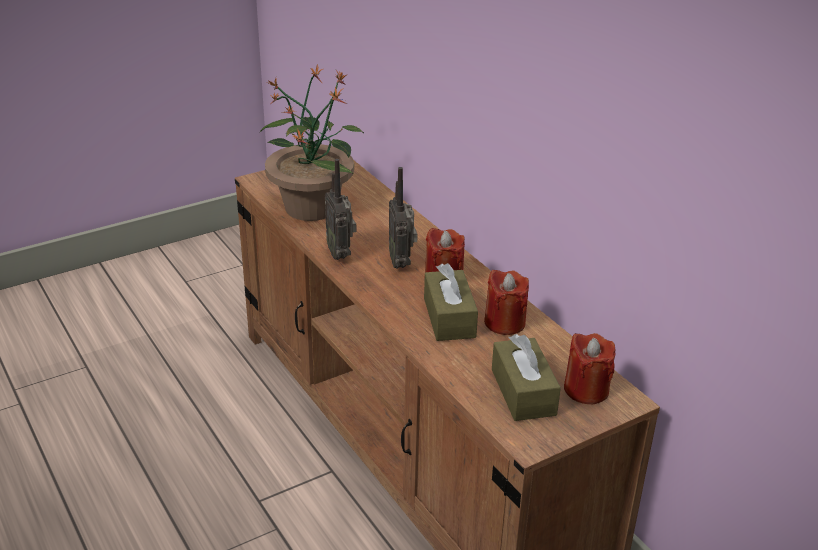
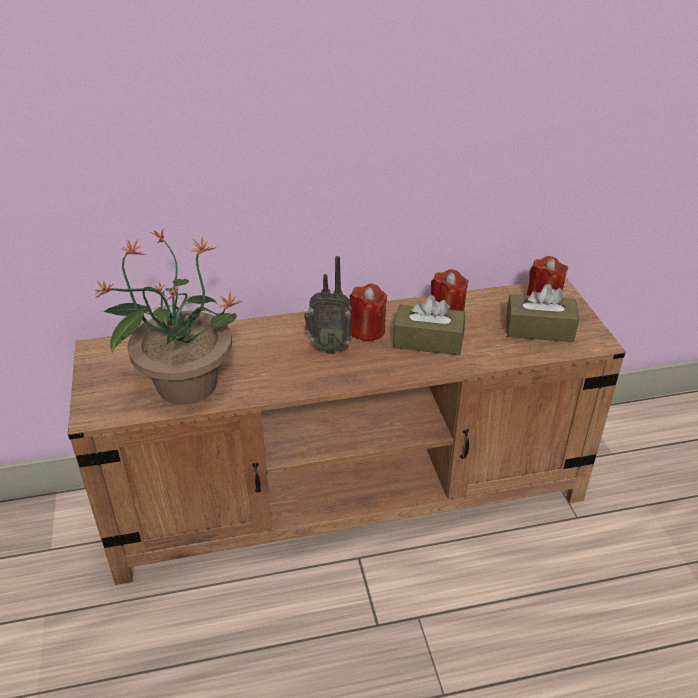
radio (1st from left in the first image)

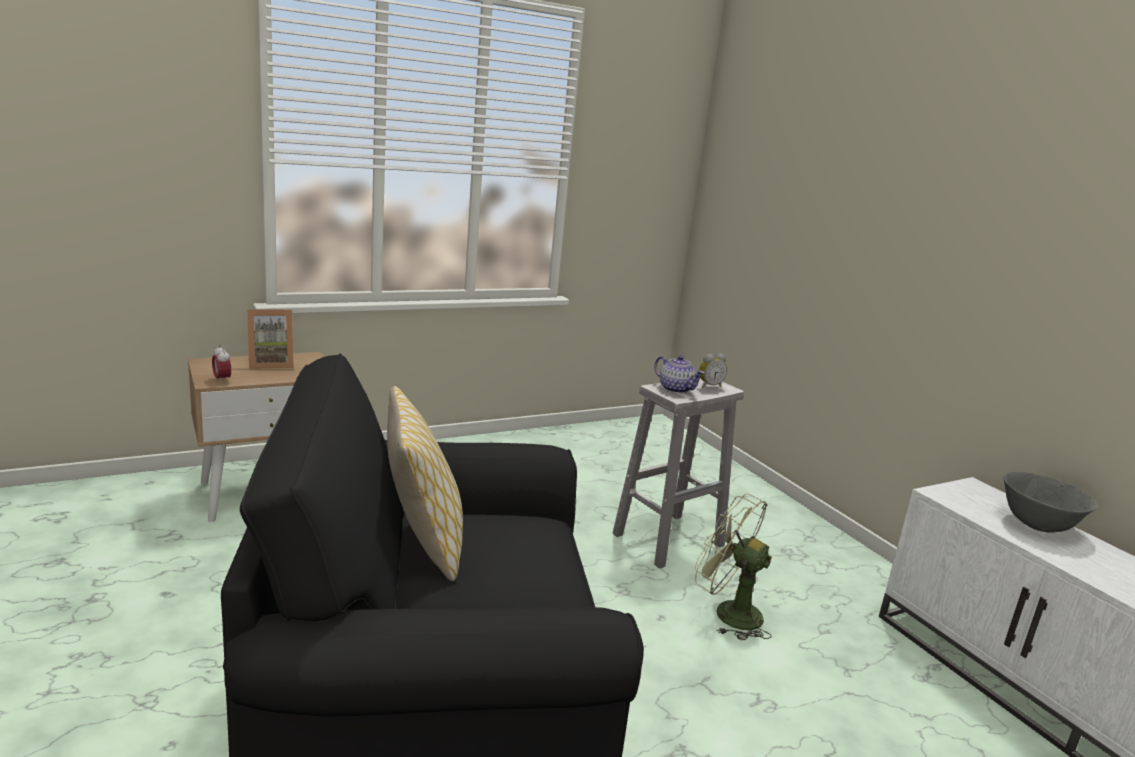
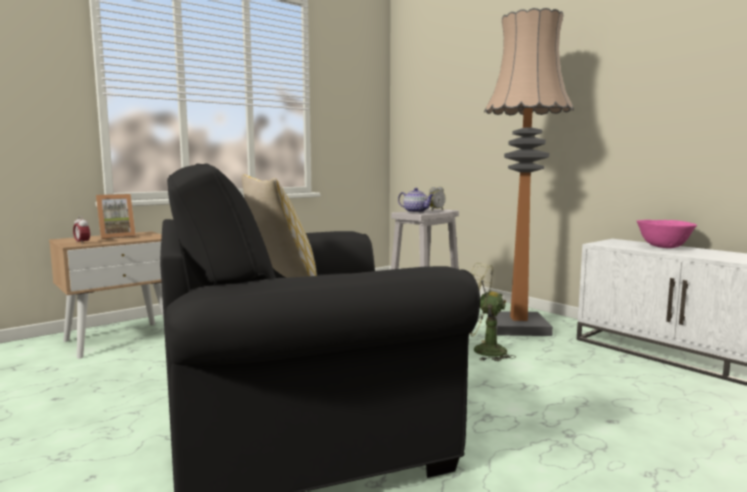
floor lamp
pink-coloured bowl

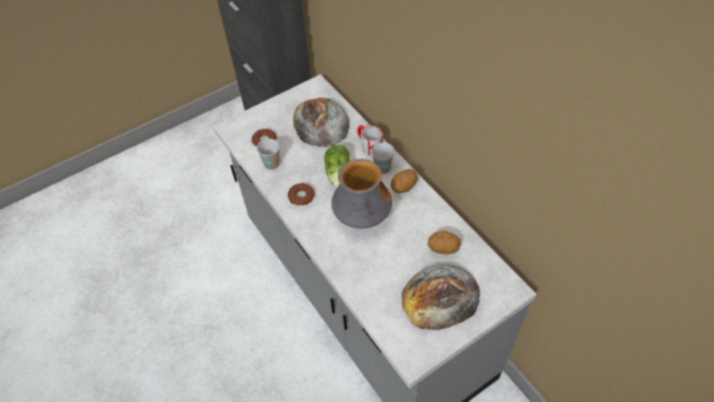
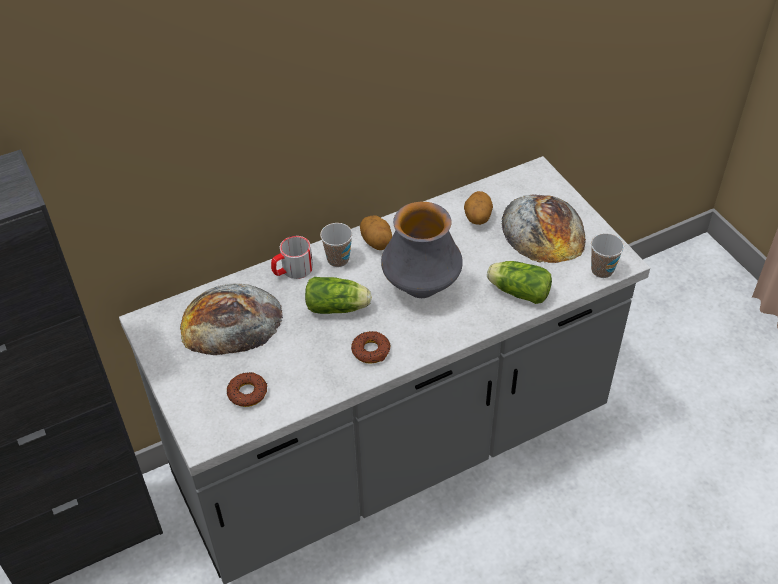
lettuce (2nd from left)
cup (2nd from left)

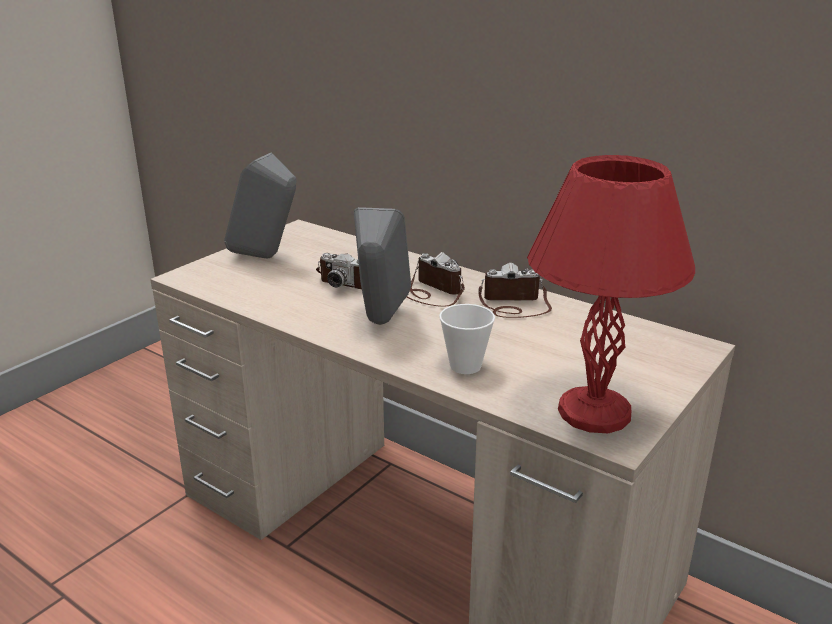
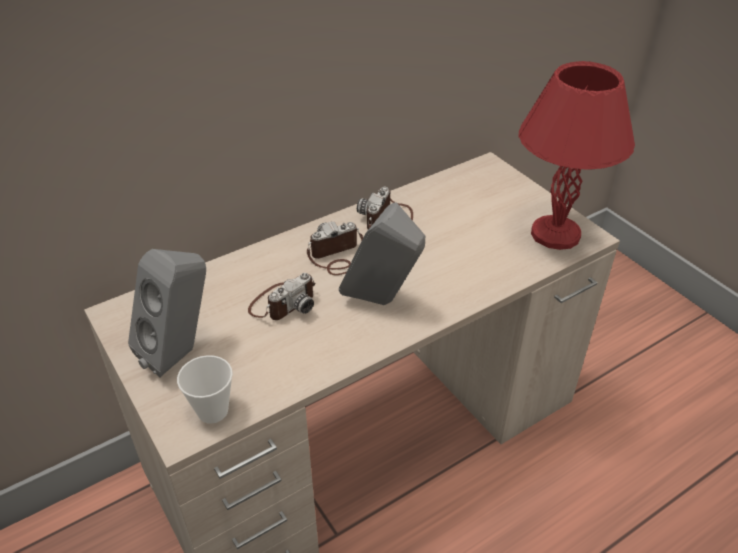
cup

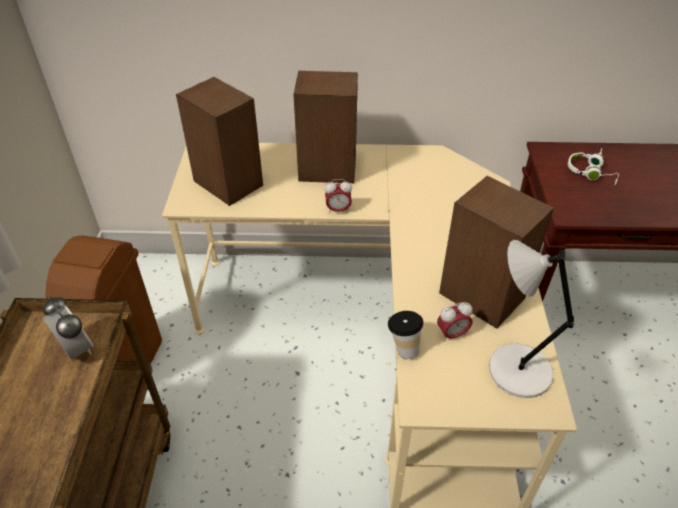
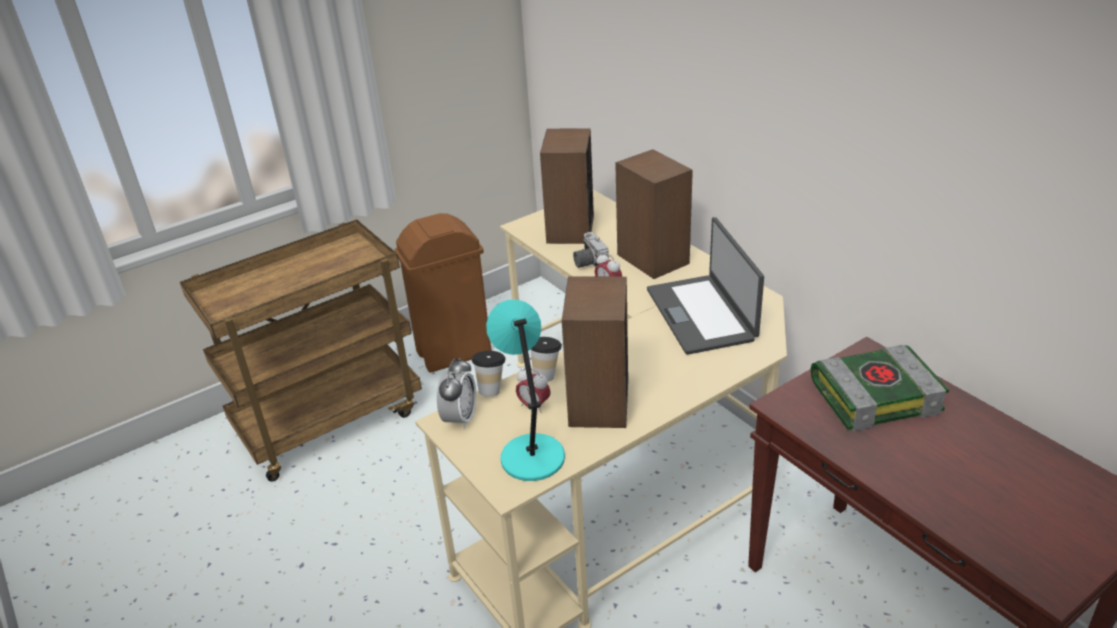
cup (2nd from left)
still camera
portable computer
alarm clock (1st from left)
volume
blue-green table lamp

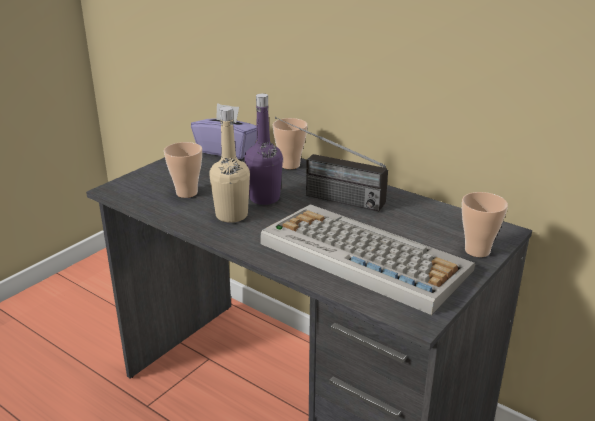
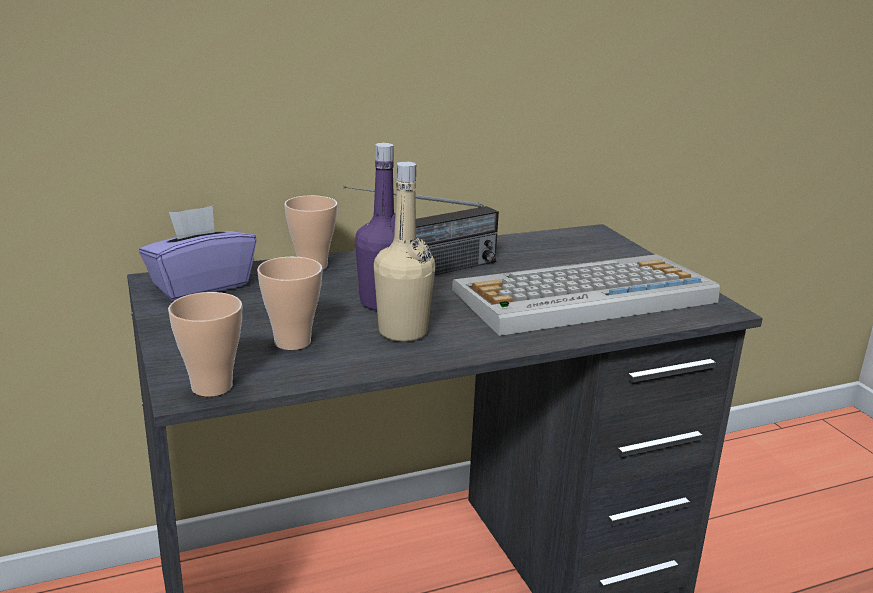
cup (1st from left)

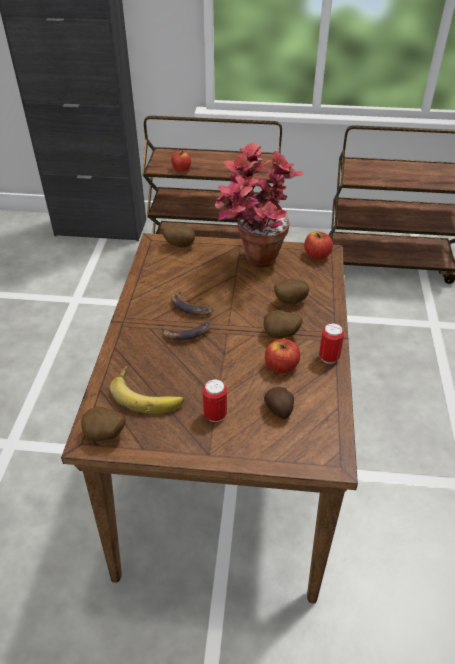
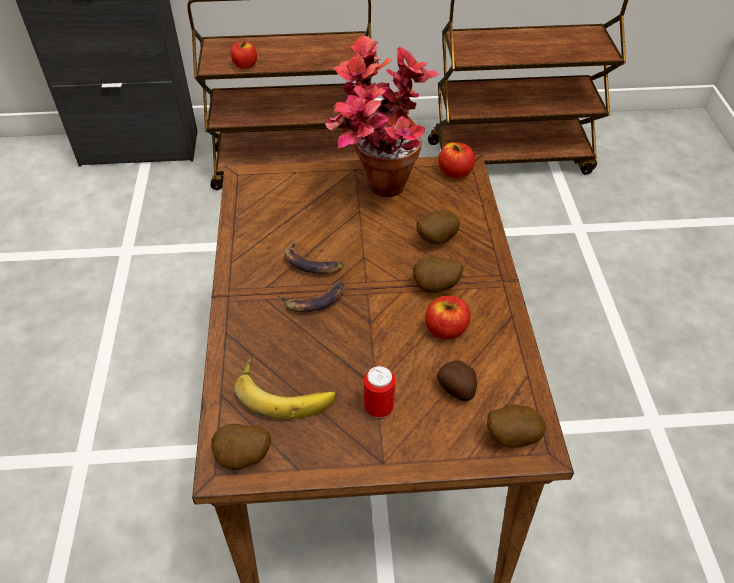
sealed can (2nd from left in the first image)
potato (5th from left)

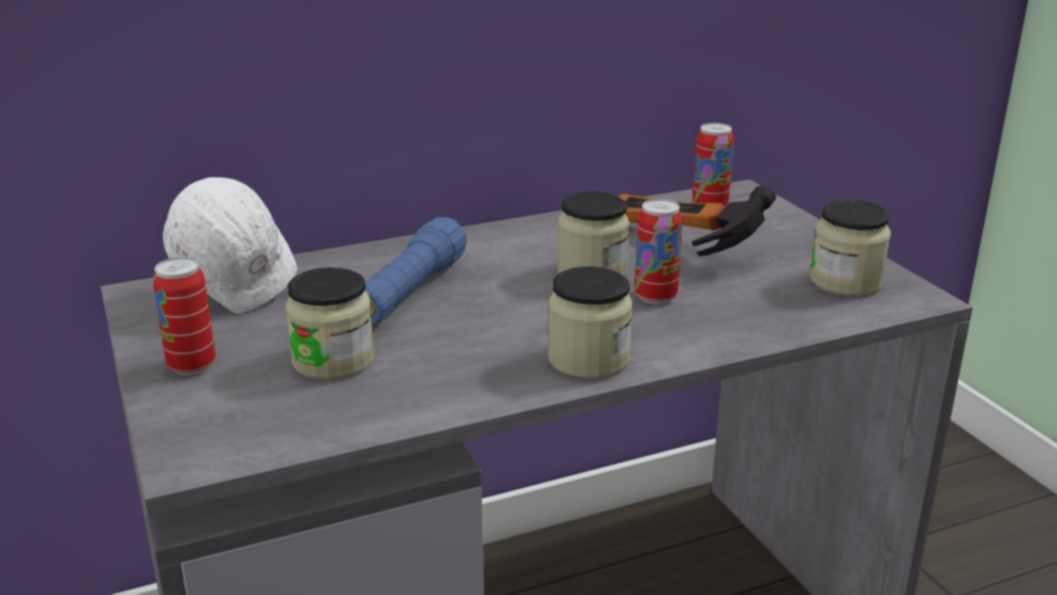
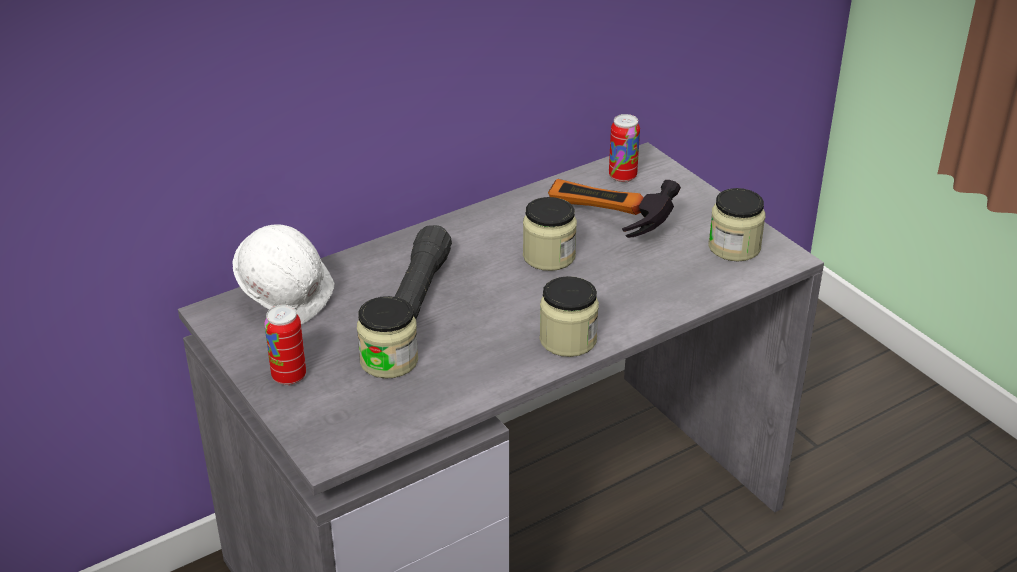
sealed can (2nd from left in the first image)
blackish hand torch

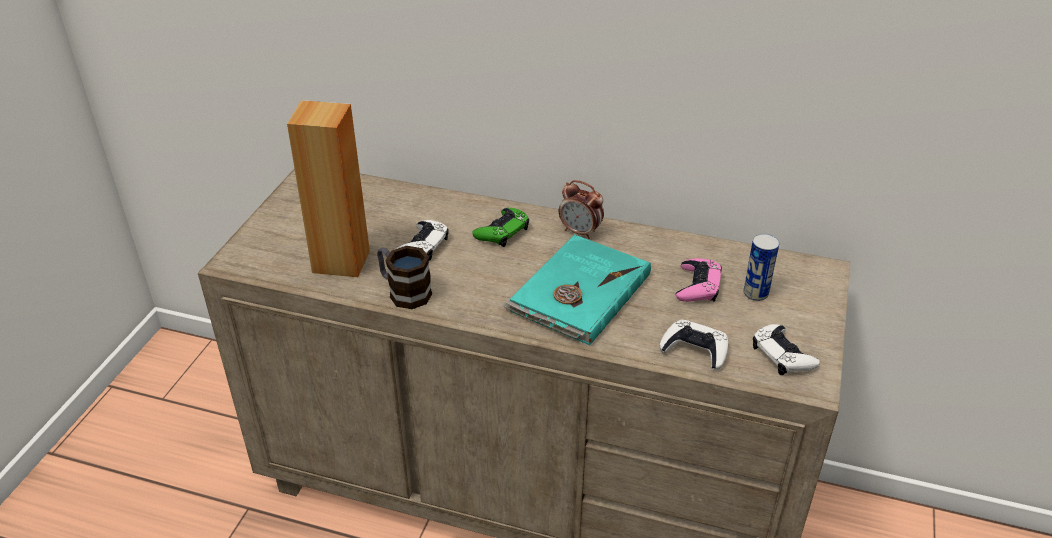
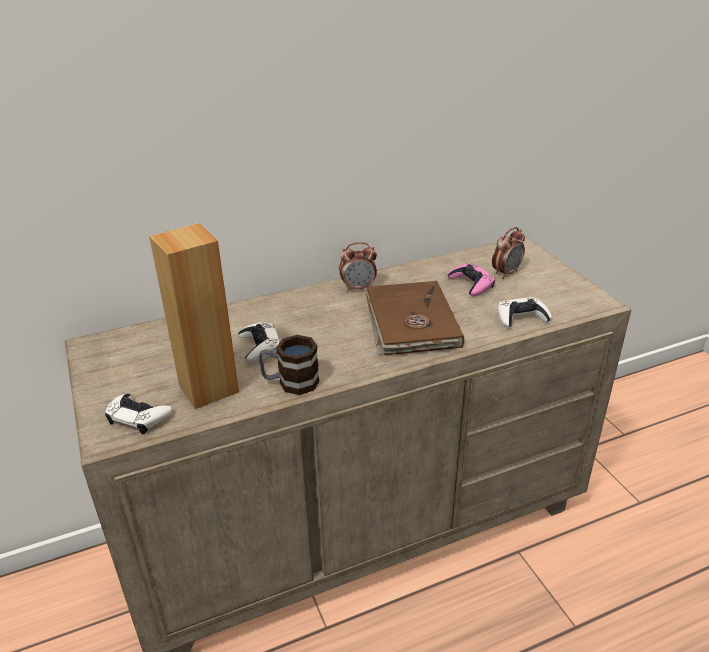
greenish joypad
white-coloured joypad (1st from left)
alarm clock (2nd from left)
brown-coloured volume

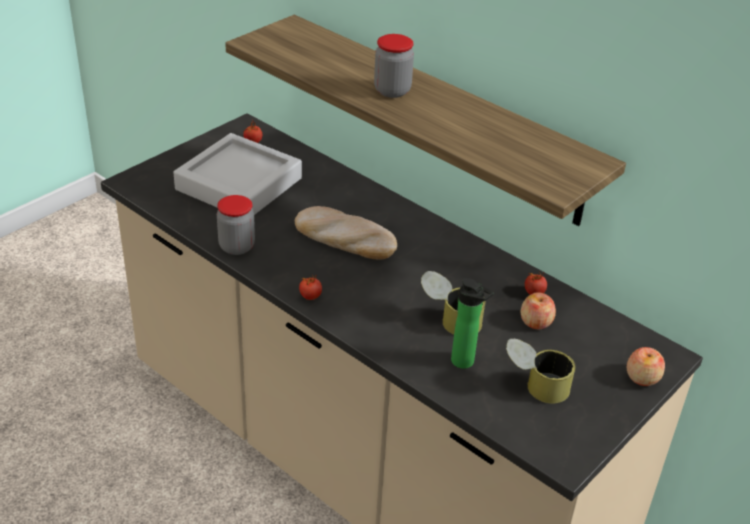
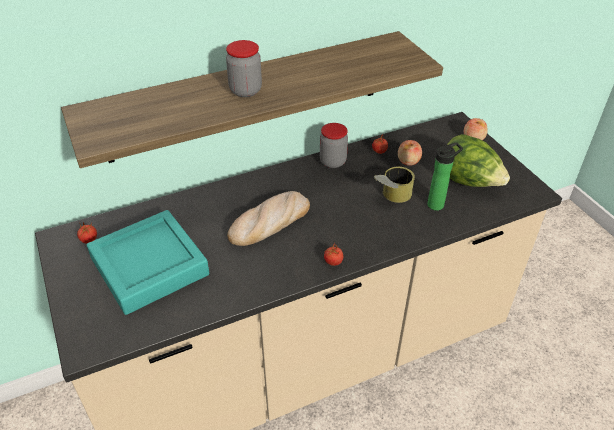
jar (2nd from left)
lettuce
blue-green tray

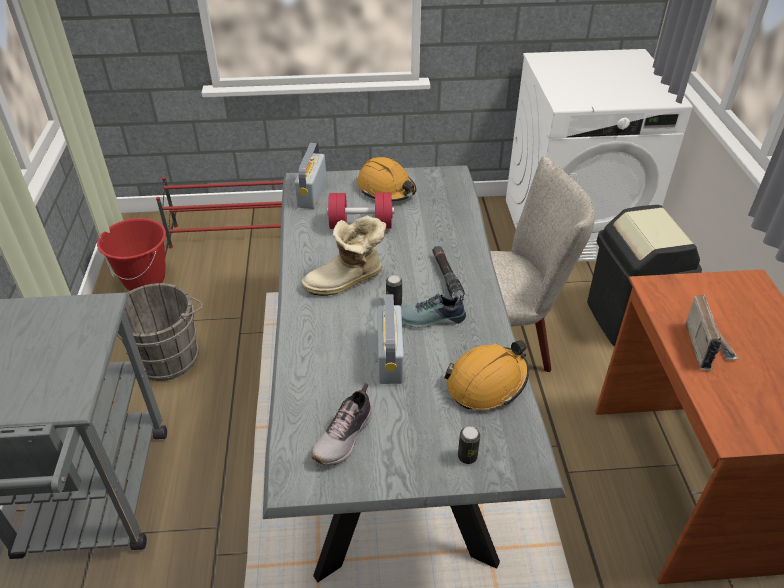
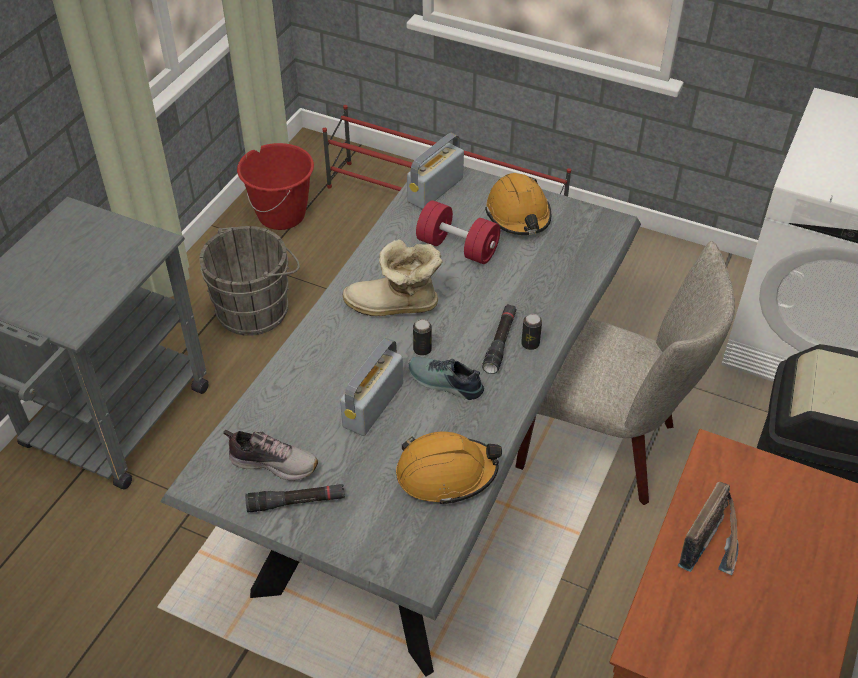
blackish hand torch (1st from left)
sealed can (2nd from left)
low shoe (1st from left)

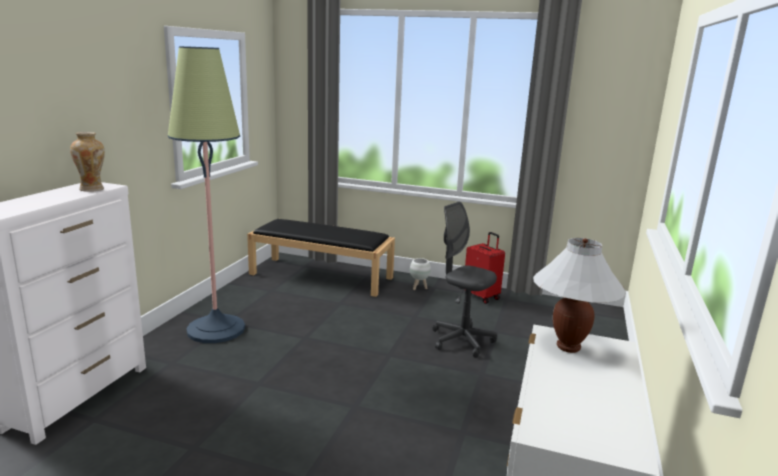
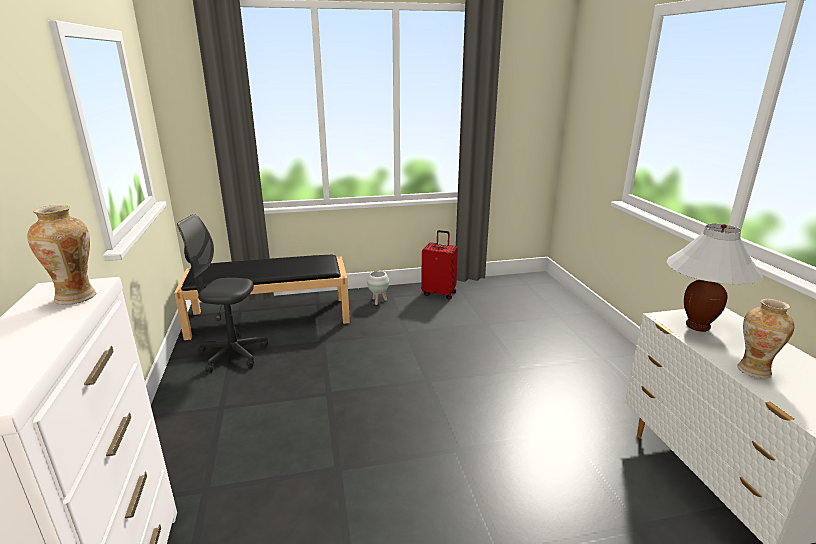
floor lamp
flower vase (2nd from left)
gray desk chair

